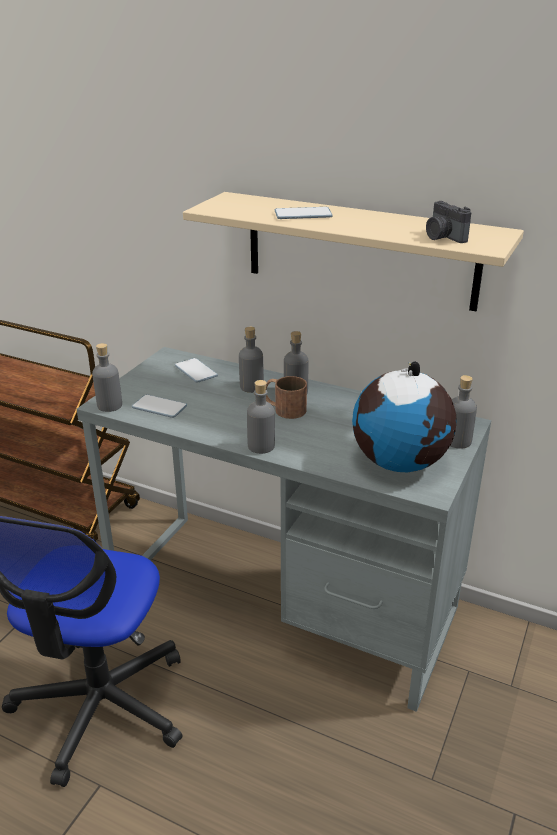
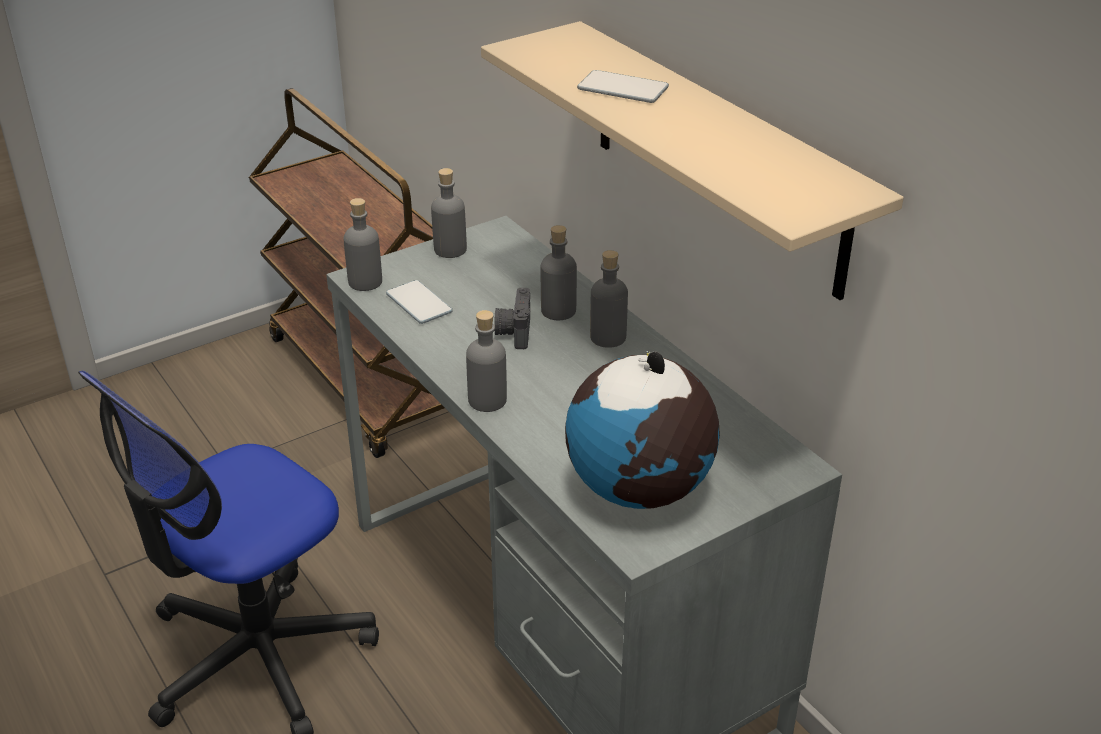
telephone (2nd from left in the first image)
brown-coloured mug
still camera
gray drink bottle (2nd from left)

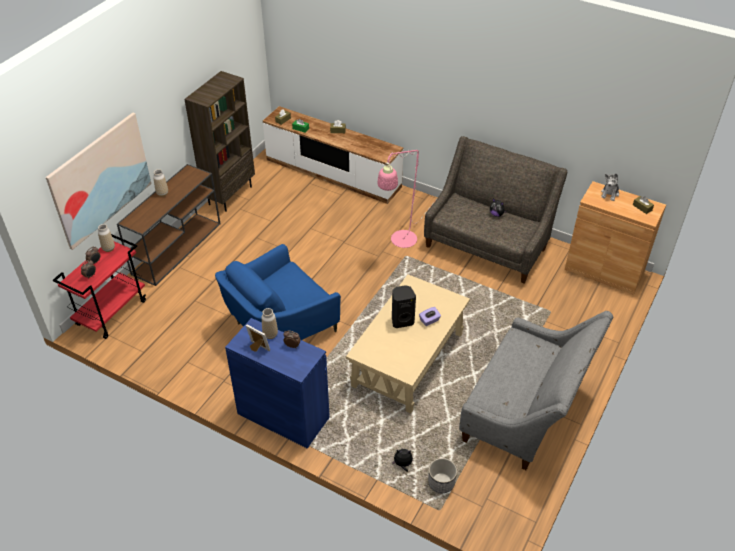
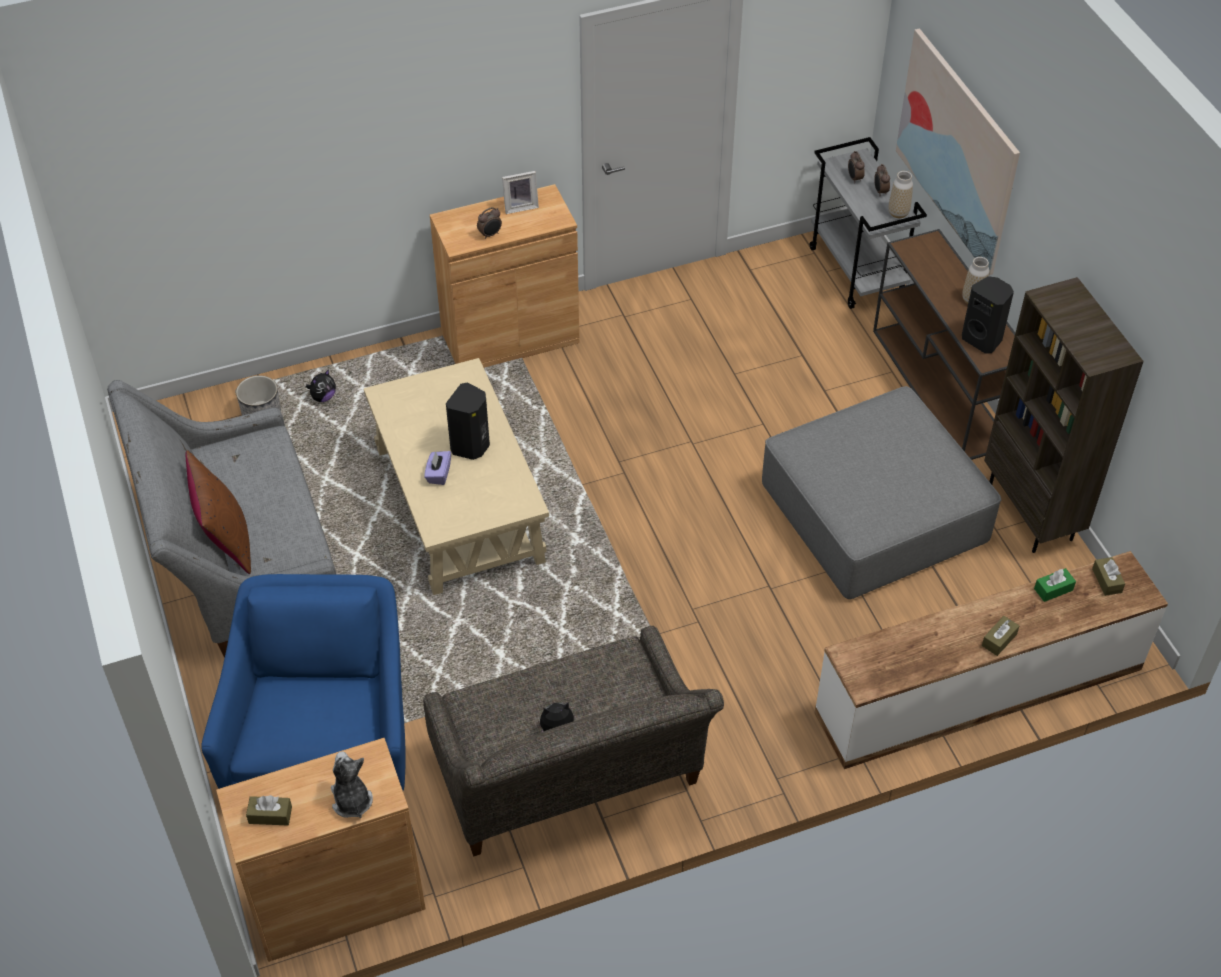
flower vase (3rd from left in the first image)
pink-coloured floor lamp
brown-coloured throw pillow
gray pouffe
blackish audio speaker (2nd from left)
blue-coloured lounge chair
gray trolley
brown-coloured cupboard (2nd from left)

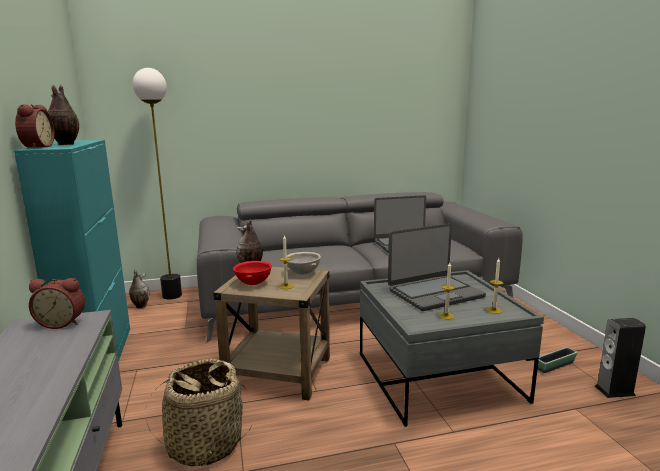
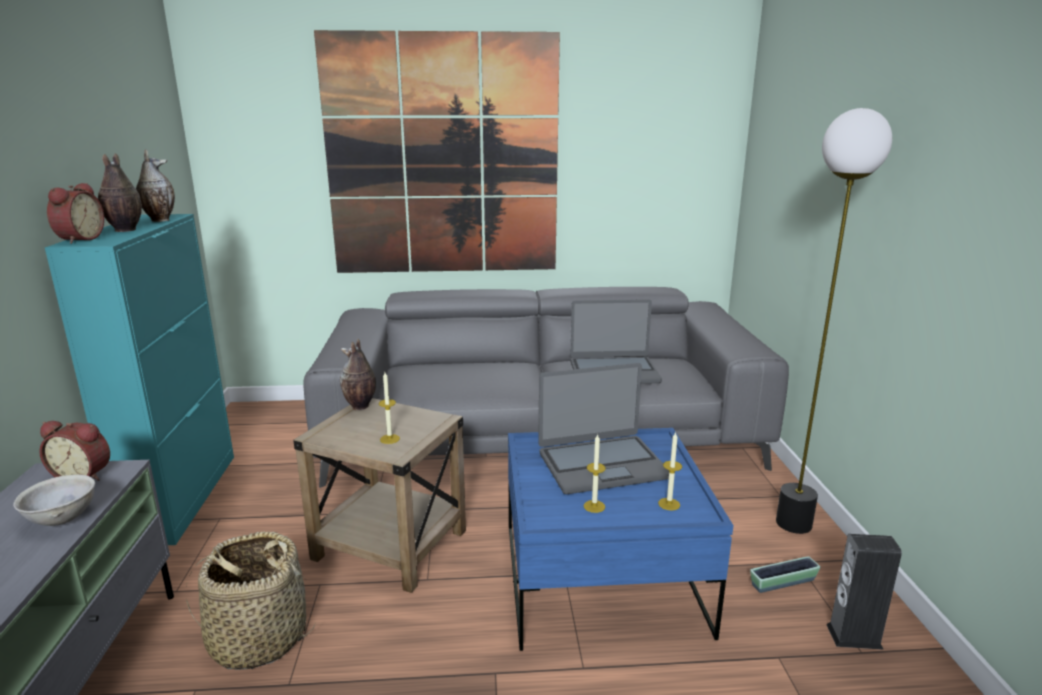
red bowl
wall picture
flower vase (2nd from left)
floor lamp
gray bowl
blue-coloured lounge table

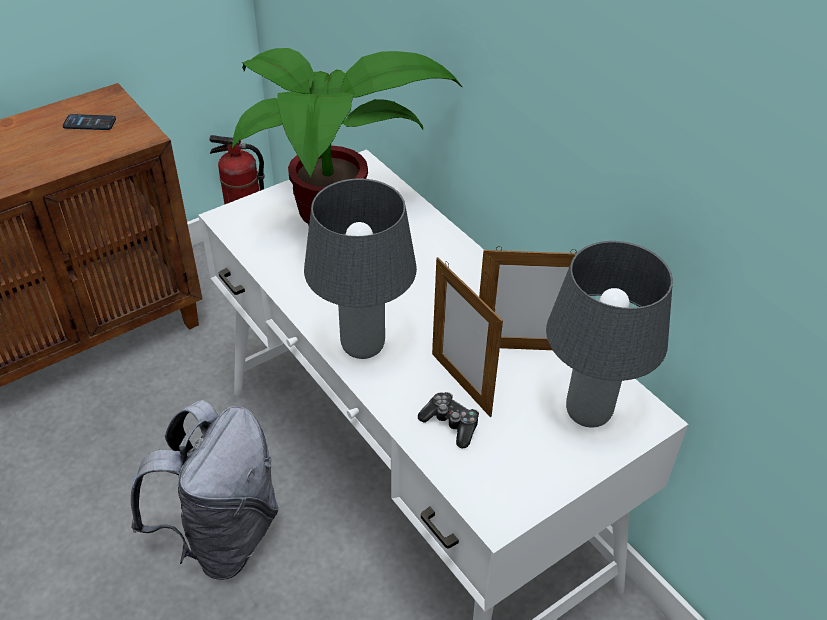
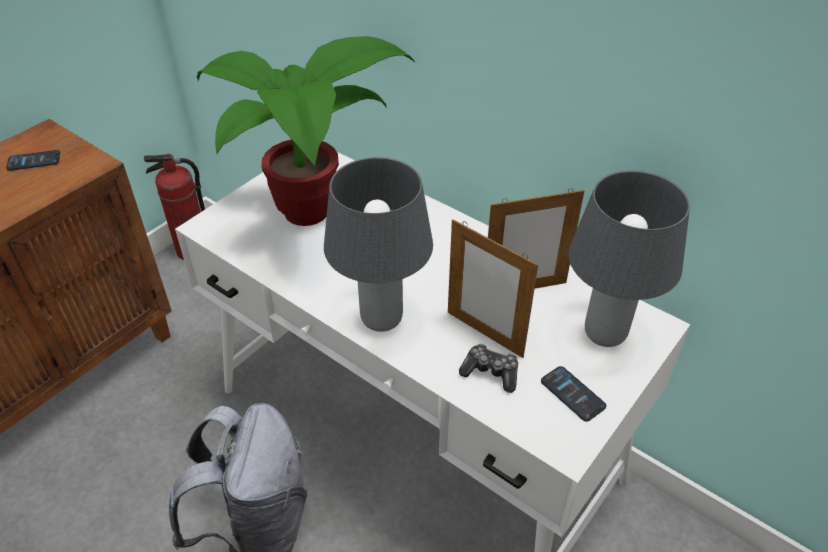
telephone (2nd from left)

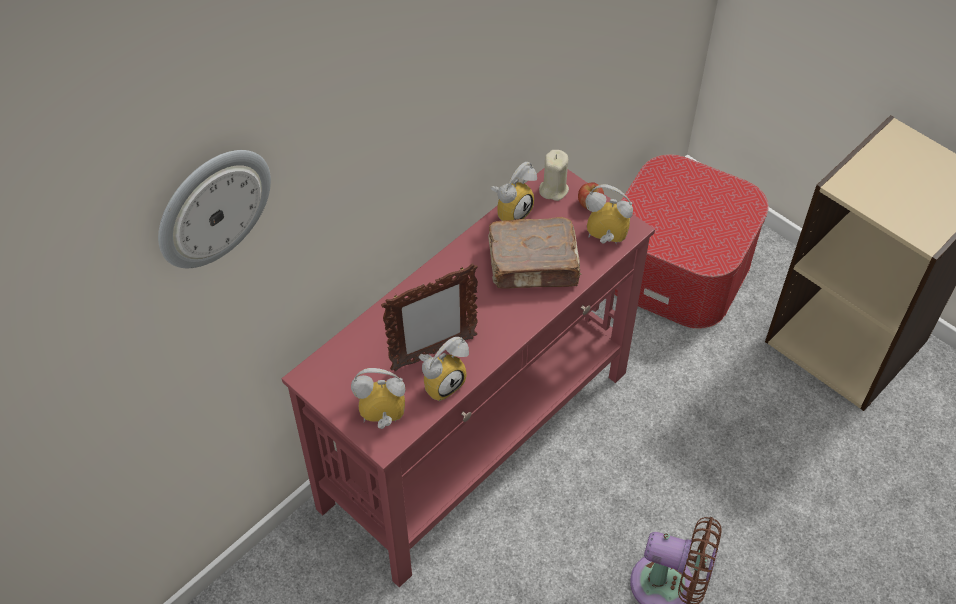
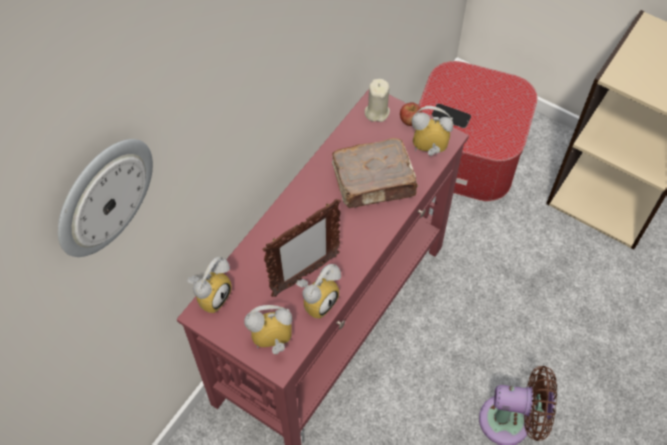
telephone
alarm clock (1st from left)

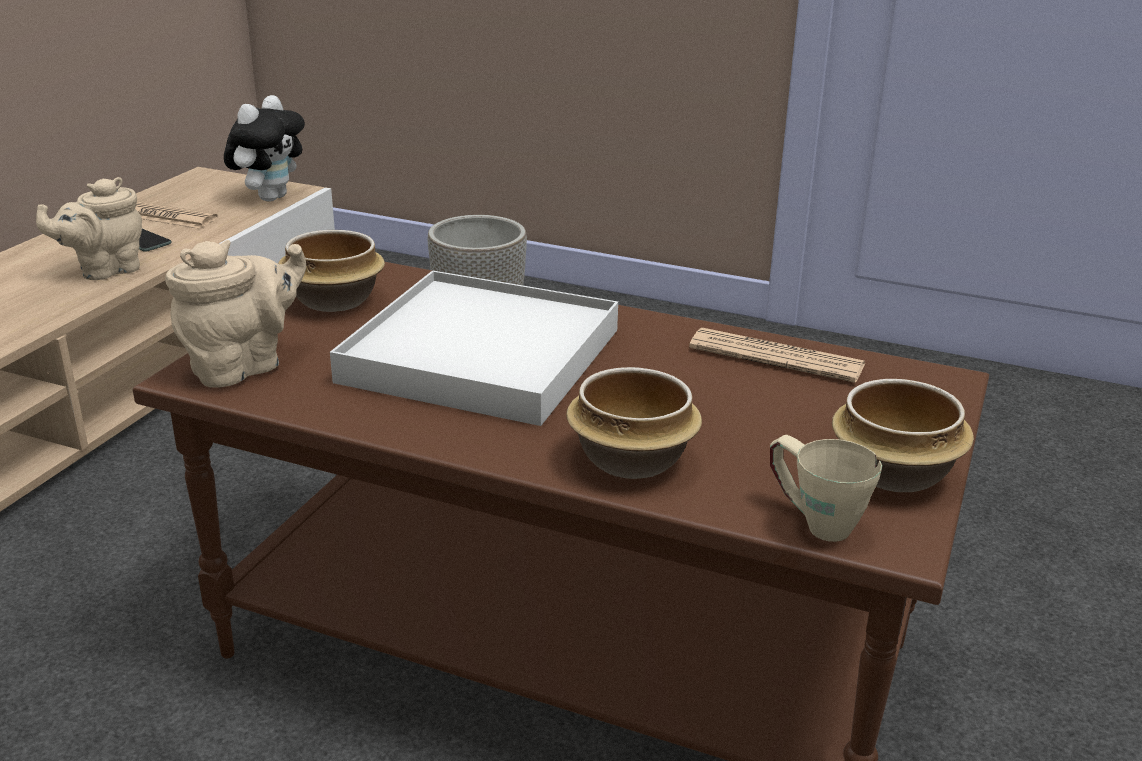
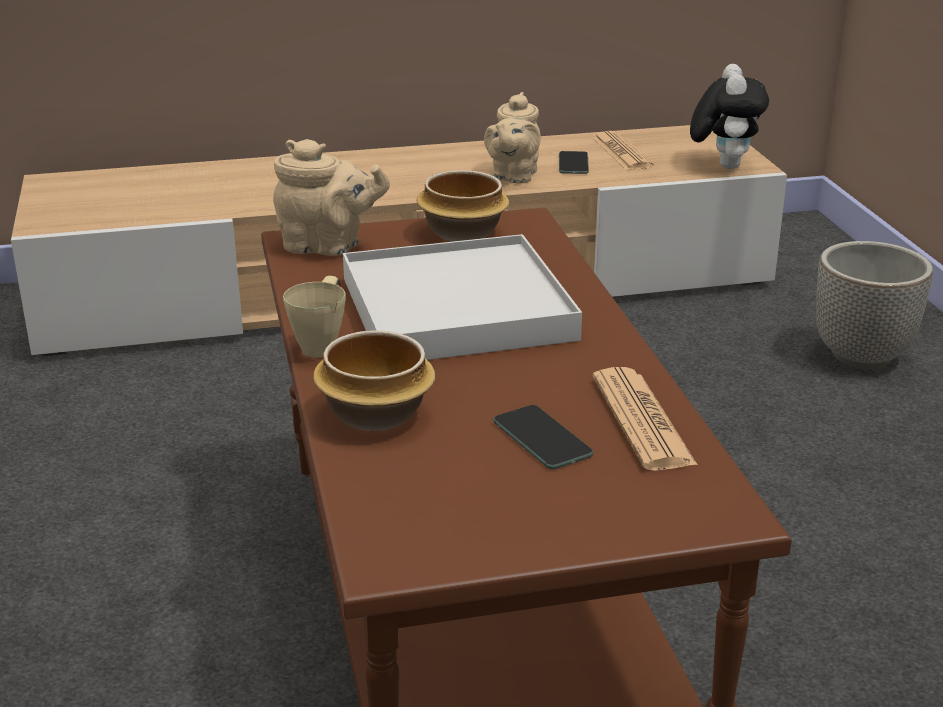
bowl (3rd from left in the first image)
telephone (1st from left)
sand-coloured mug
sand-coloured tea pot (2nd from left)
cuddly toy

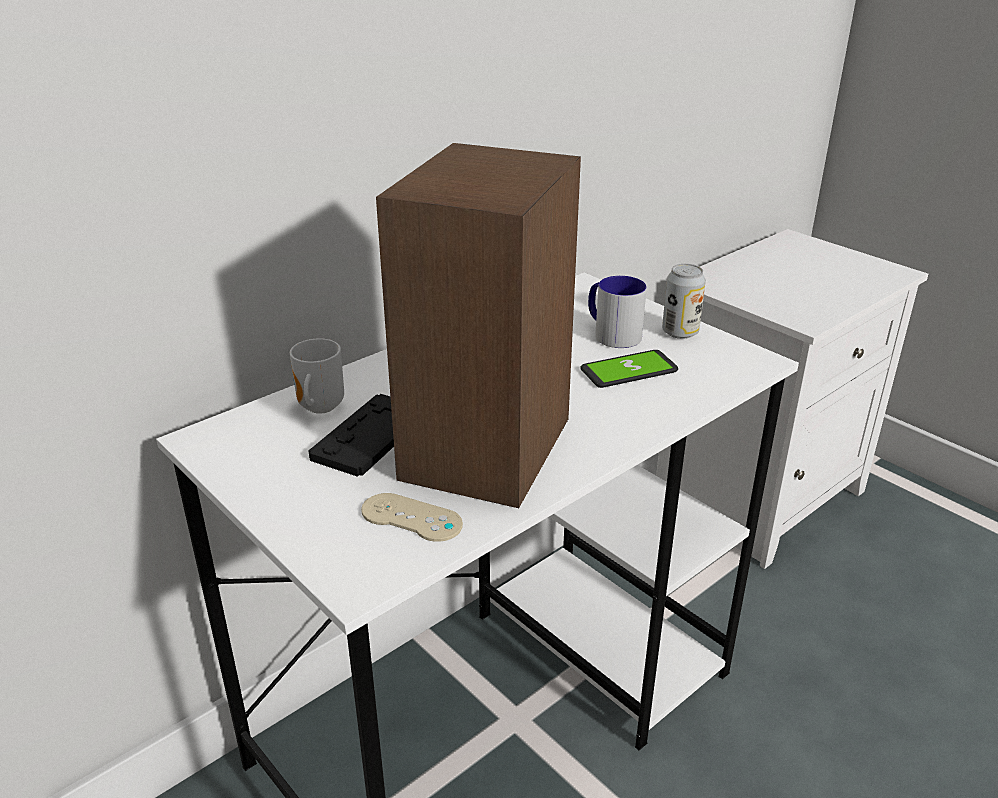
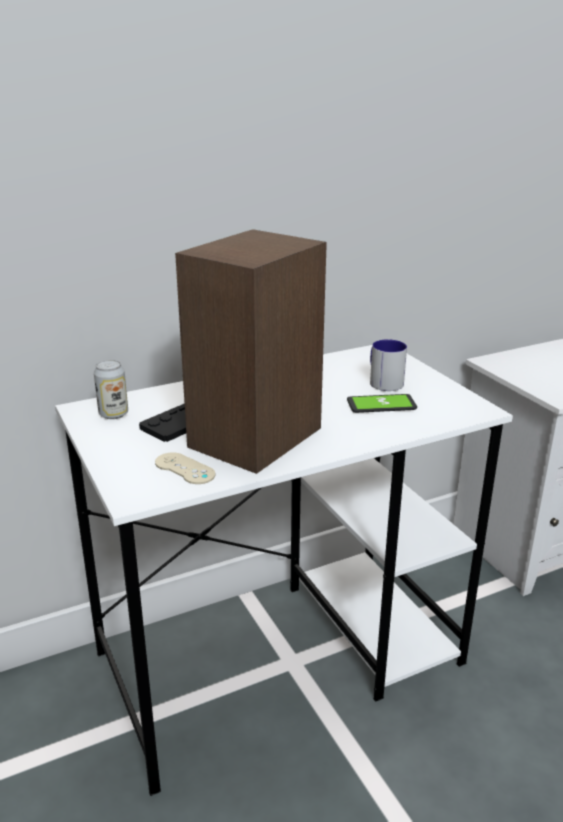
mug (1st from left in the first image)
sealed can

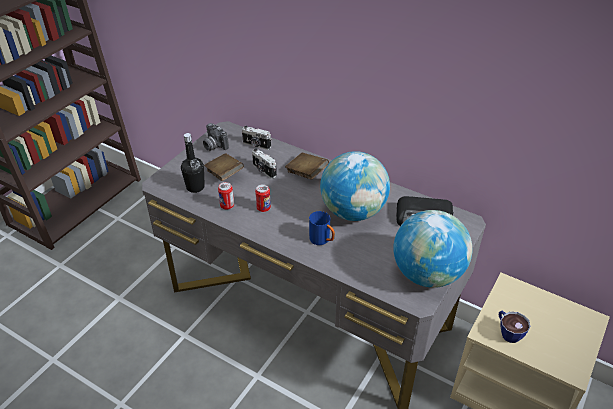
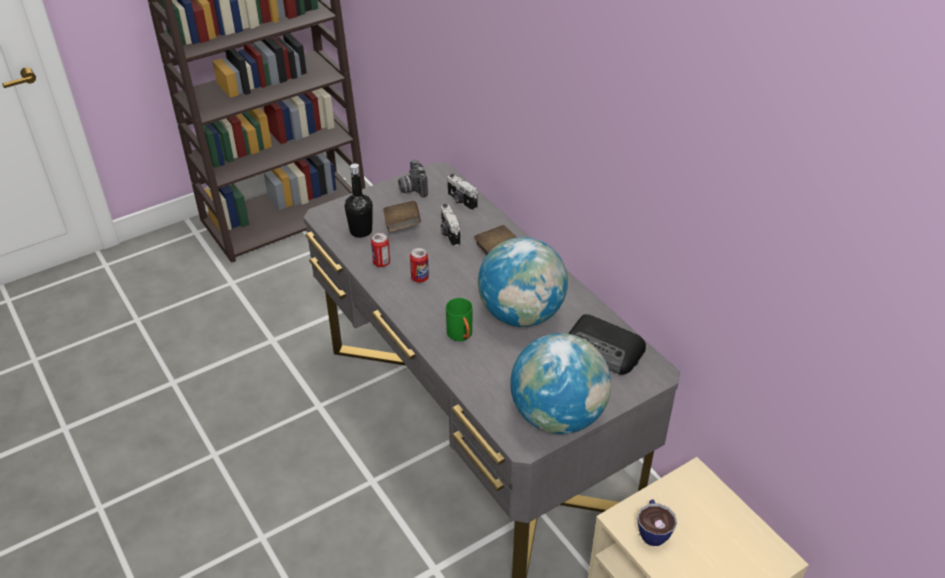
greenish mug

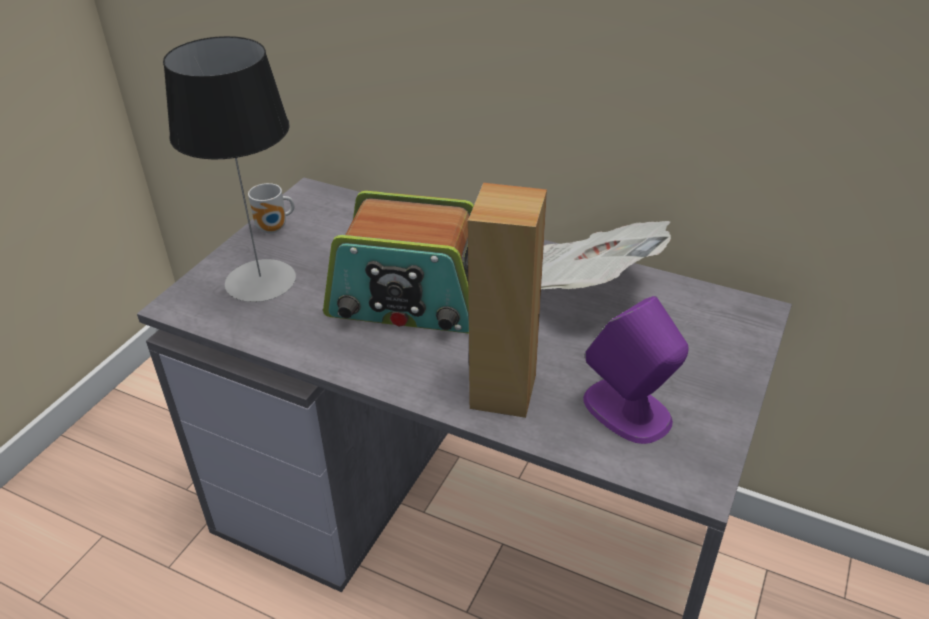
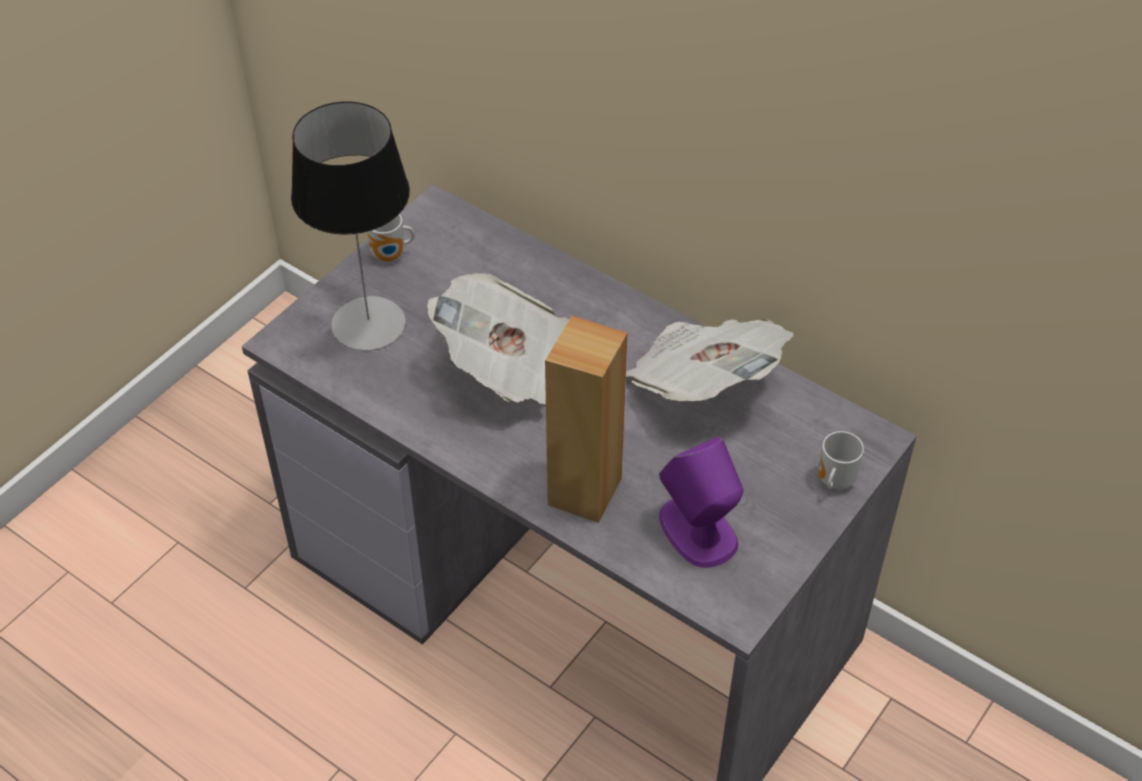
mug (2nd from left)
newspaper (1st from left)

